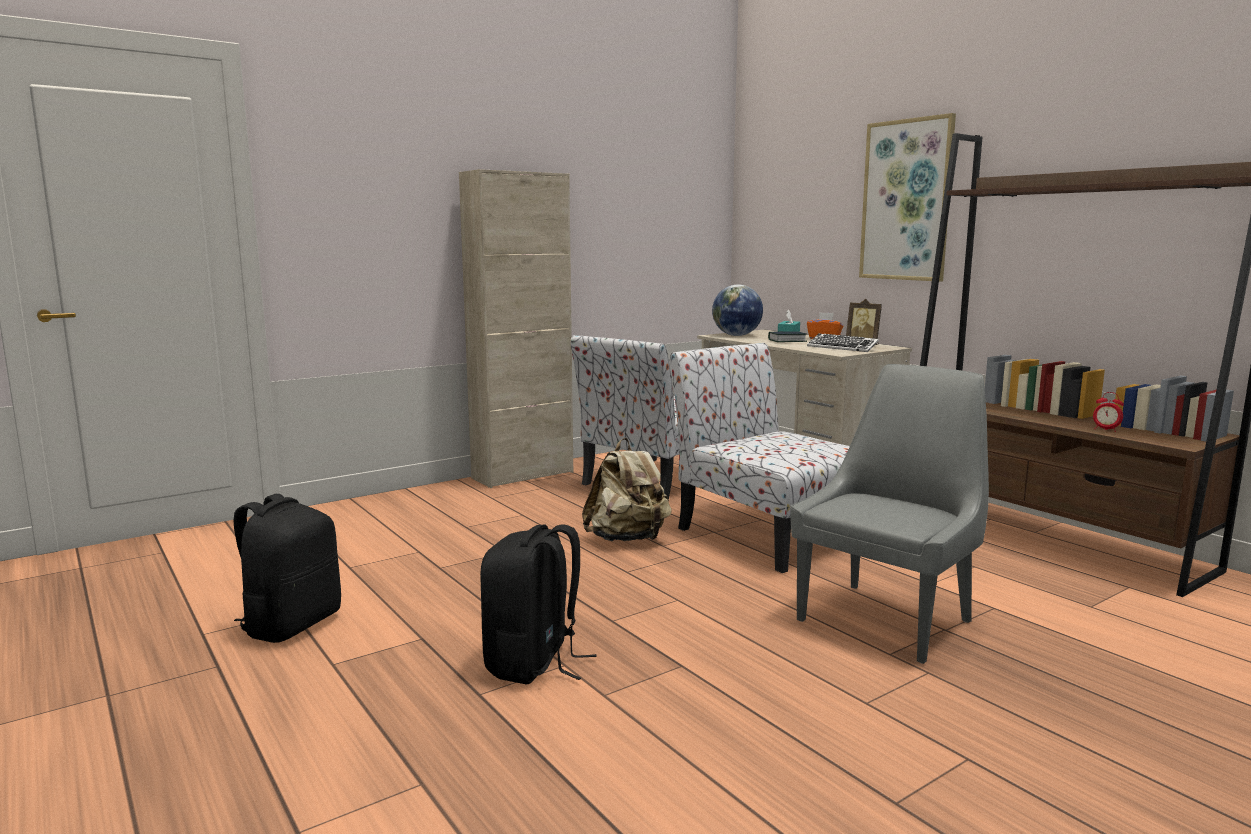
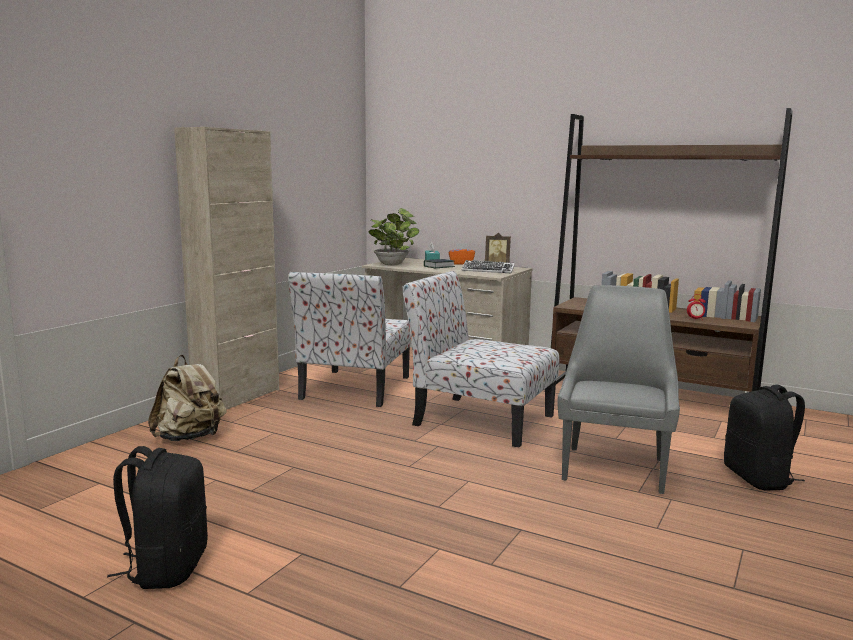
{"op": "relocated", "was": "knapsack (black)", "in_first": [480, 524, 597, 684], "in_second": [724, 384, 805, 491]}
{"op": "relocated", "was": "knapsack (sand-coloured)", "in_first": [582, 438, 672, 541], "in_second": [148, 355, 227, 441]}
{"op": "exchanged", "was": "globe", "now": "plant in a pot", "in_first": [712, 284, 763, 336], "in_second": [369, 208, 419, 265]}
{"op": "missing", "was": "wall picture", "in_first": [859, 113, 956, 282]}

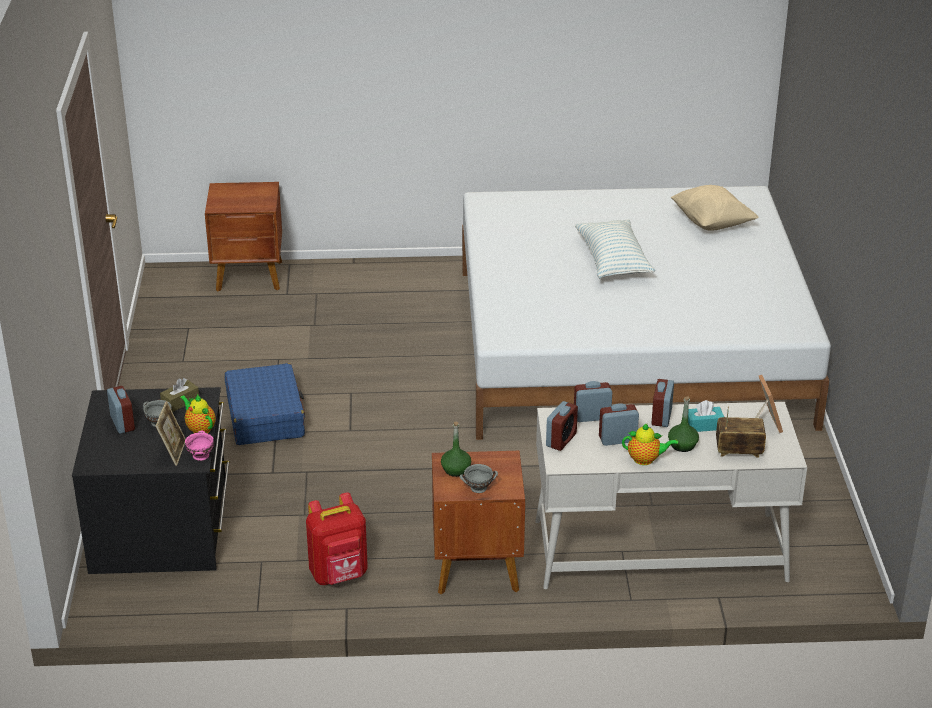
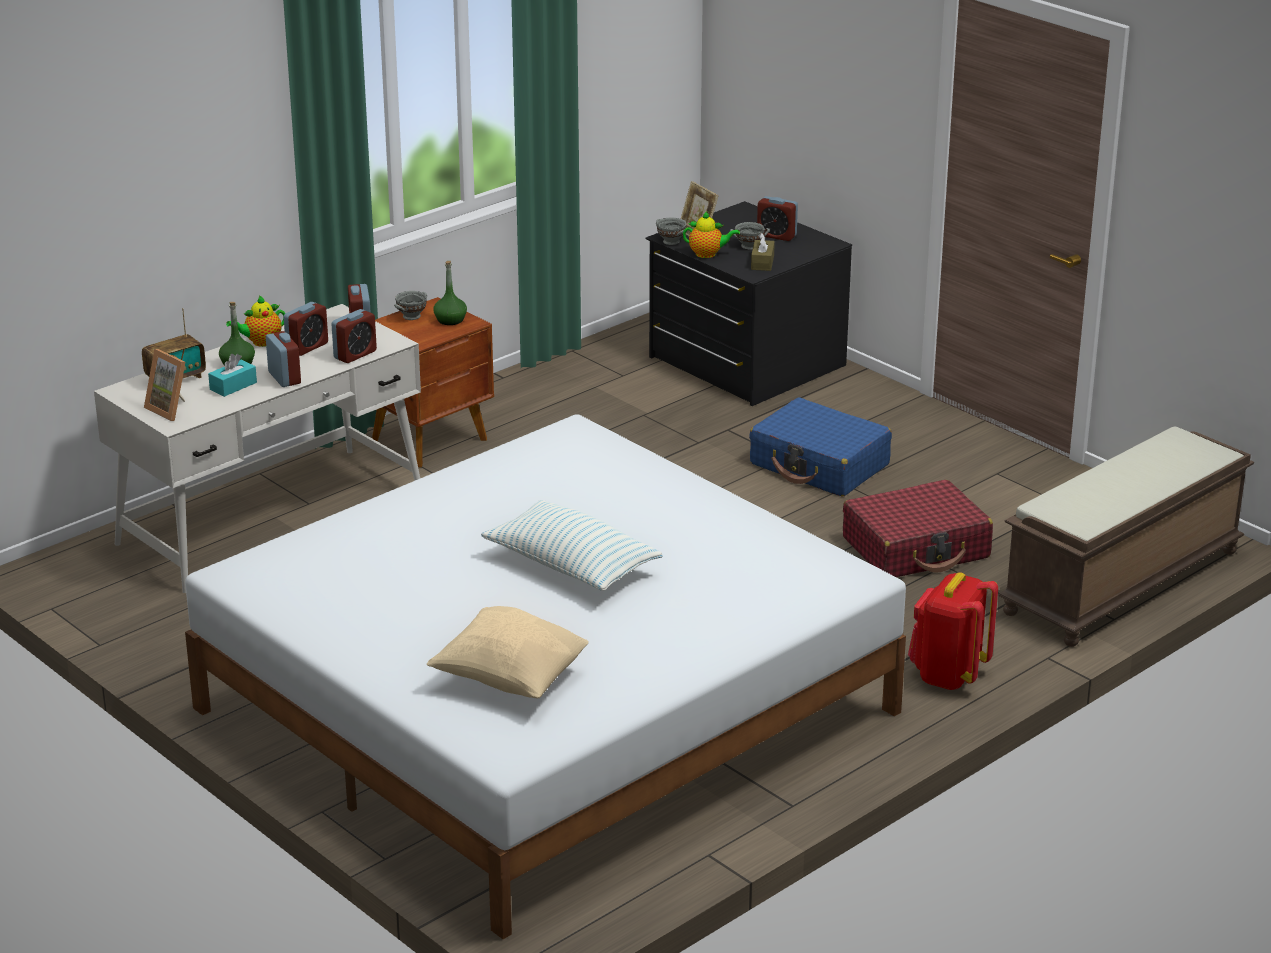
{"op": "colour", "was": "deep dish (pink)", "now": "deep dish (greyish)", "in_first": [185, 431, 214, 461], "in_second": [656, 218, 687, 245]}
{"op": "exchanged", "was": "night table (brown)", "now": "bench (brown)", "in_first": [205, 182, 282, 292], "in_second": [999, 426, 1254, 647]}
{"op": "relocated", "was": "knapsack (red-coloured)", "in_first": [306, 492, 368, 585], "in_second": [908, 572, 998, 690]}
{"op": "appeared", "now": "travel case (red-coloured)", "in_second": [843, 480, 993, 577]}

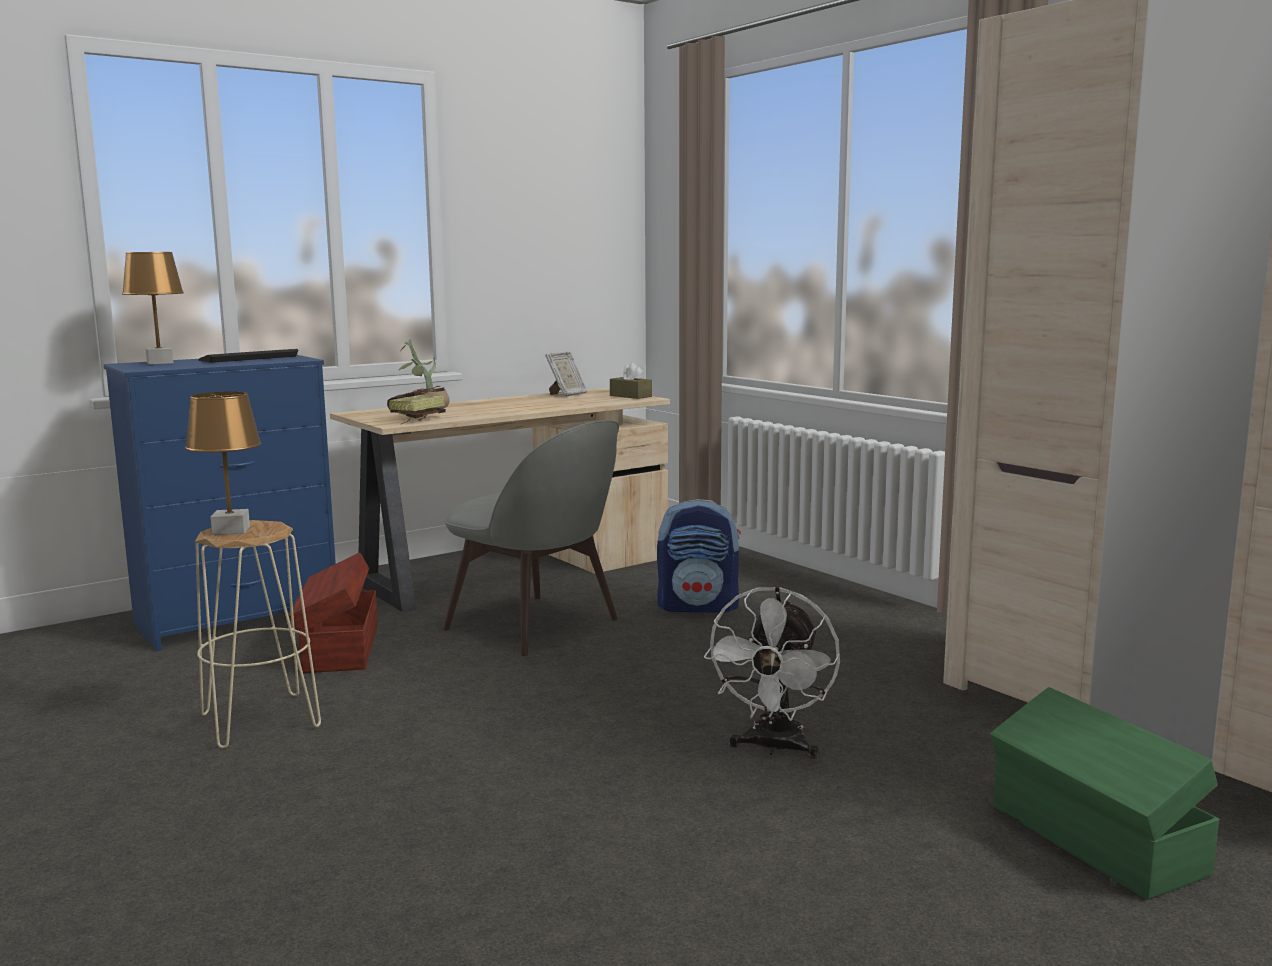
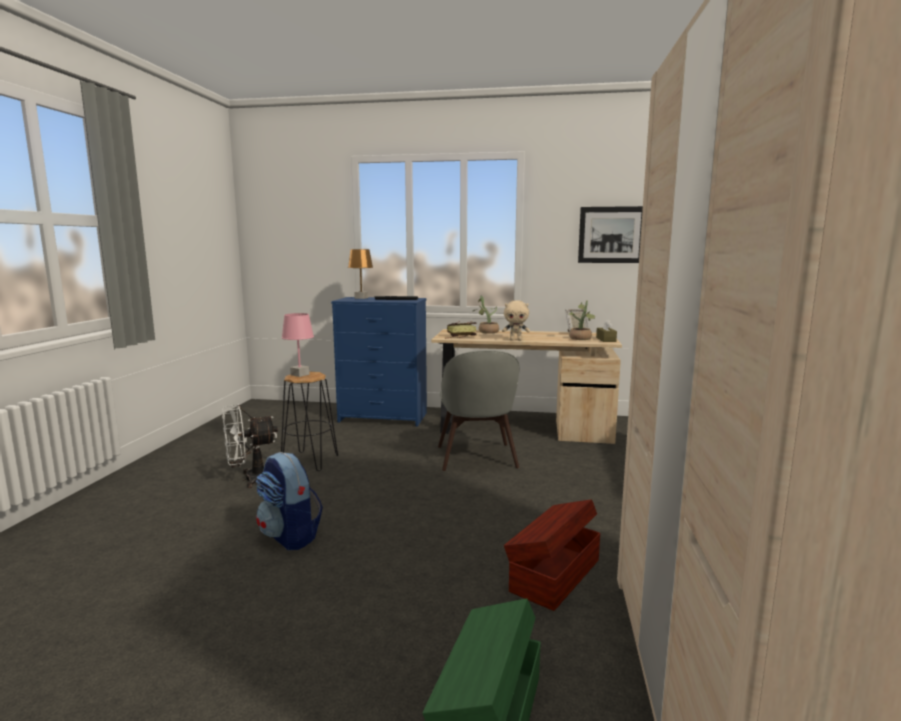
{"op": "colour", "was": "lamp for a table (brown)", "now": "lamp for a table (pink)", "in_first": [185, 391, 261, 535], "in_second": [281, 313, 314, 377]}
{"op": "colour", "was": "sitting stool (sand-coloured)", "now": "sitting stool (black)", "in_first": [195, 520, 321, 749], "in_second": [281, 372, 338, 471]}
{"op": "relocated", "was": "storage bin (brown)", "in_first": [288, 553, 378, 673], "in_second": [504, 499, 600, 611]}
{"op": "relocated", "was": "knapsack", "in_first": [657, 499, 741, 613], "in_second": [256, 452, 323, 550]}
{"op": "relocated", "was": "cooling fan (white)", "in_first": [704, 586, 840, 759], "in_second": [222, 404, 278, 488]}
{"op": "appeared", "now": "soft toy (sand-coloured)", "in_second": [502, 300, 530, 341]}
{"op": "appeared", "now": "plant in a pot", "in_second": [569, 300, 595, 340]}
{"op": "appeared", "now": "wall picture", "in_second": [578, 206, 643, 263]}

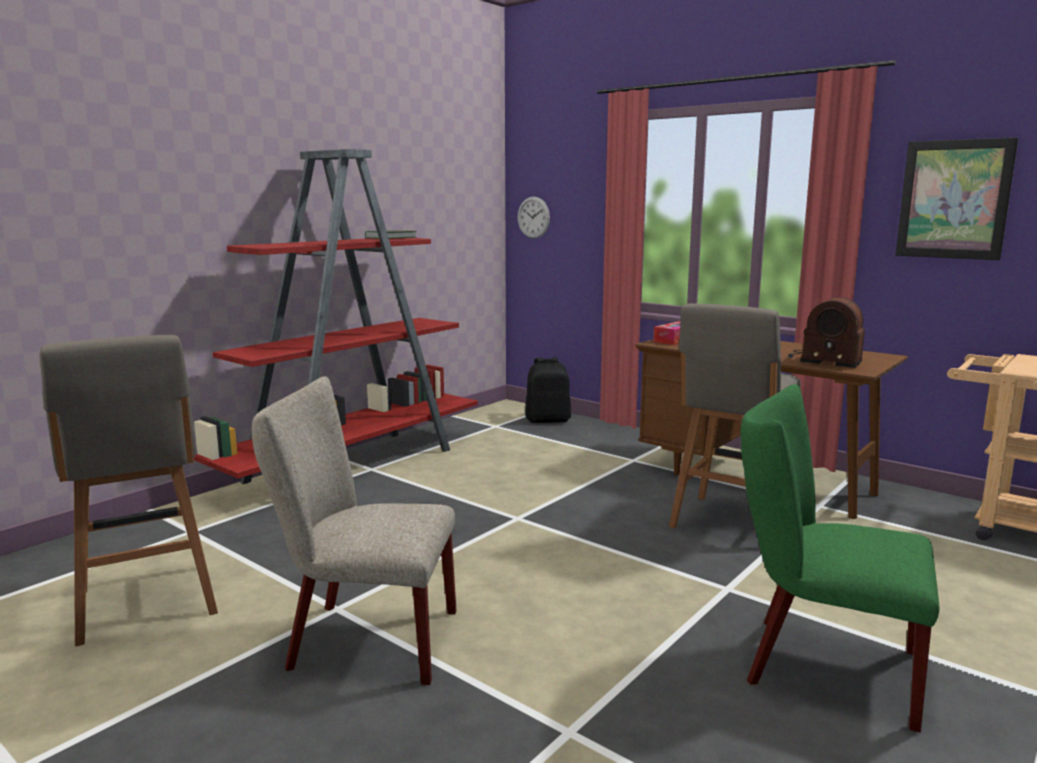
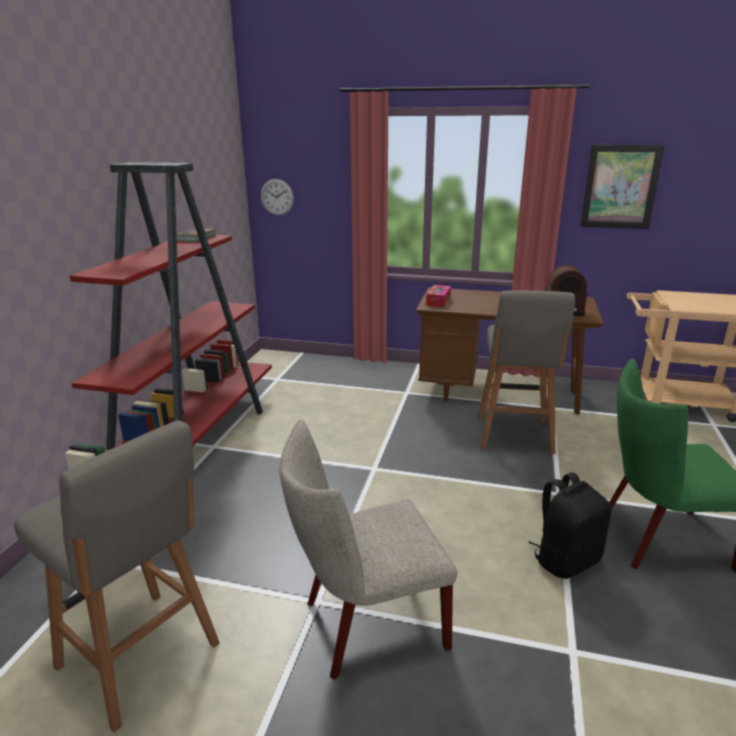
{"op": "relocated", "was": "knapsack (black)", "in_first": [525, 357, 571, 423], "in_second": [528, 472, 612, 579]}

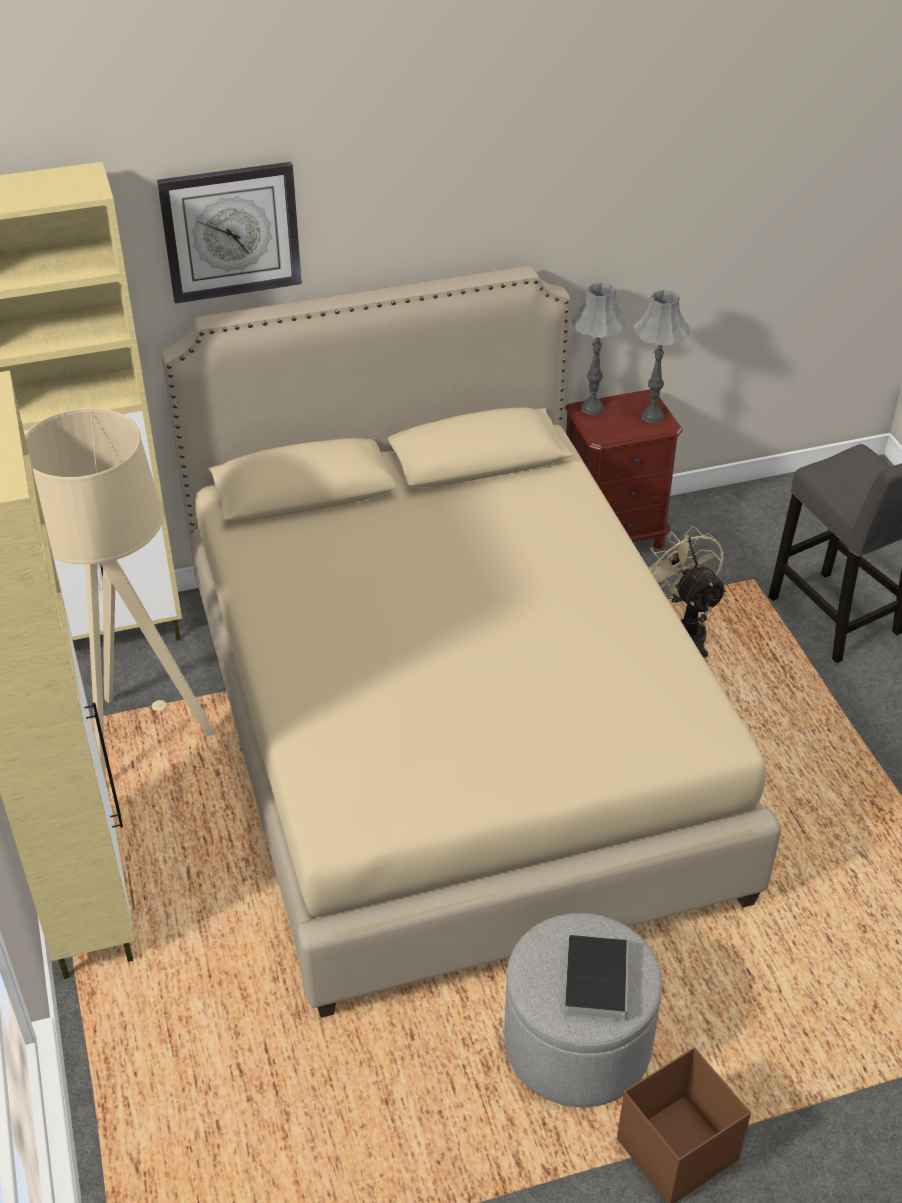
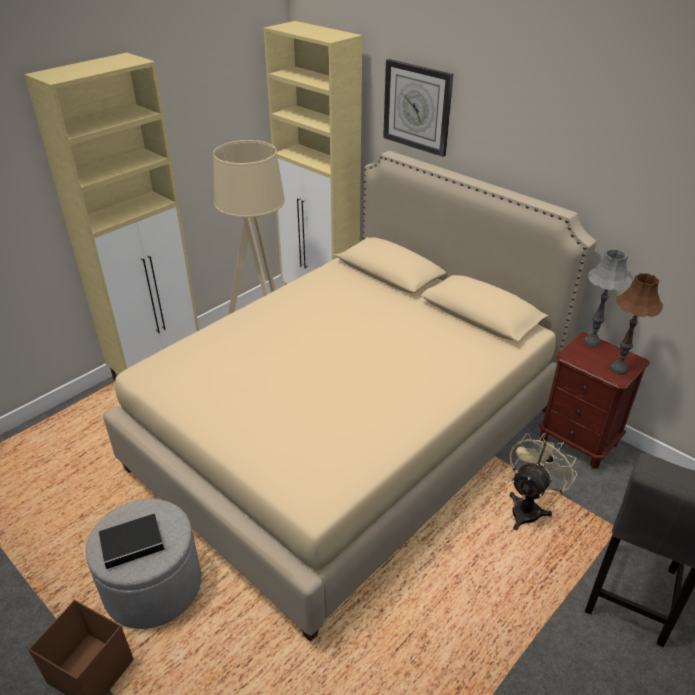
{"op": "colour", "was": "lamp for a table (greyish)", "now": "lamp for a table (brown)", "in_first": [634, 290, 689, 423], "in_second": [610, 273, 663, 375]}

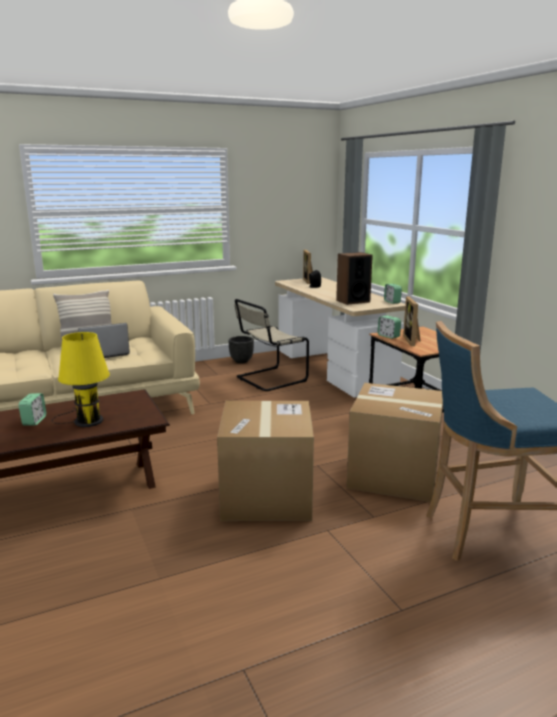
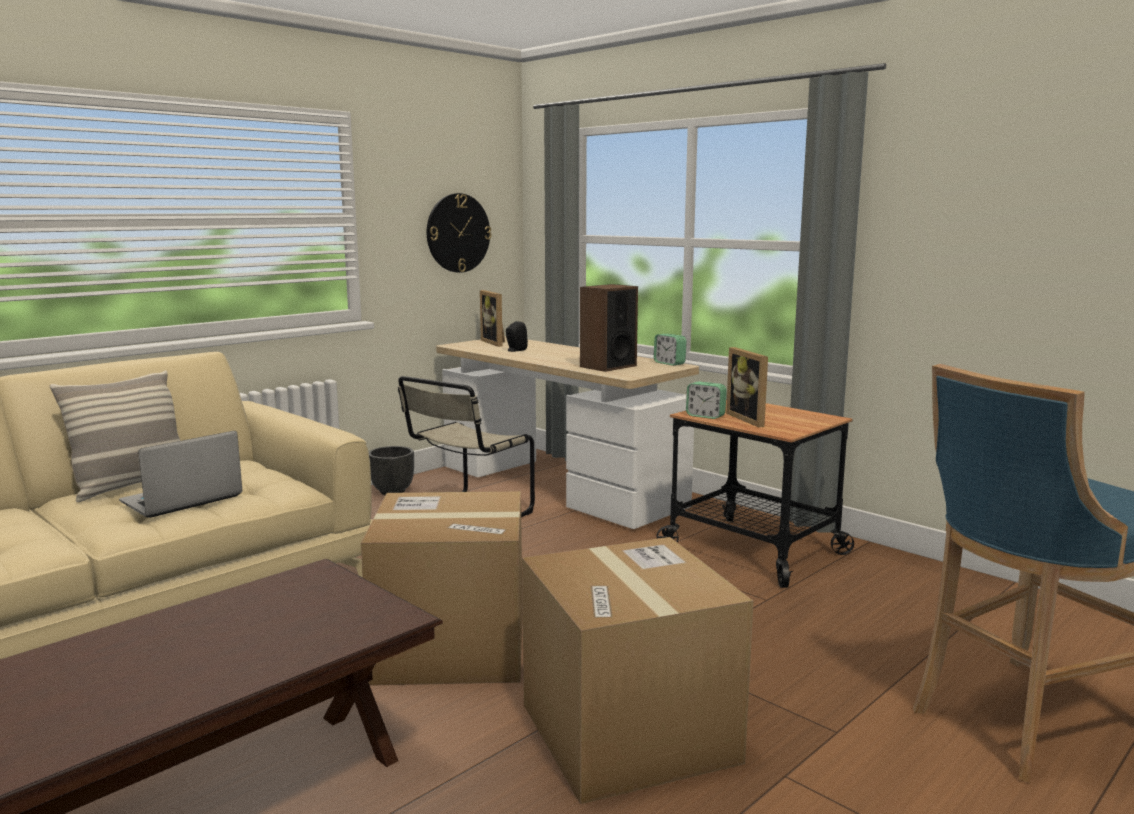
{"op": "missing", "was": "bedside clock", "in_first": [19, 393, 46, 426]}
{"op": "missing", "was": "lamp for a table (yellow-coloured)", "in_first": [52, 332, 110, 427]}
{"op": "relocated", "was": "packing box", "in_first": [346, 383, 443, 502], "in_second": [361, 491, 522, 686]}
{"op": "appeared", "now": "clock on the wall", "in_second": [427, 193, 491, 273]}

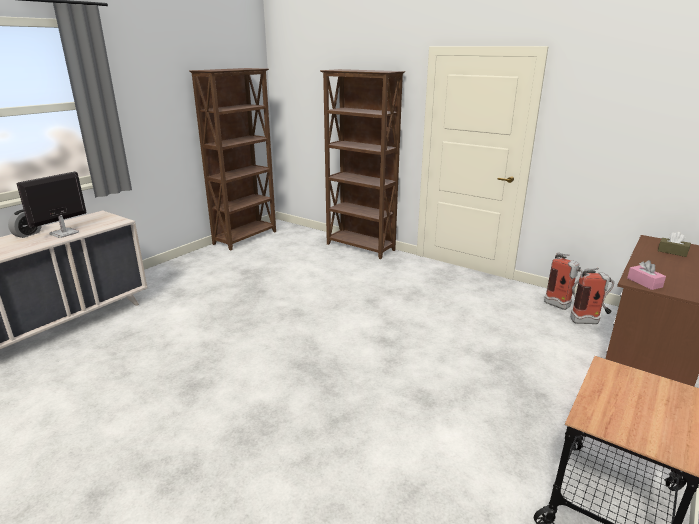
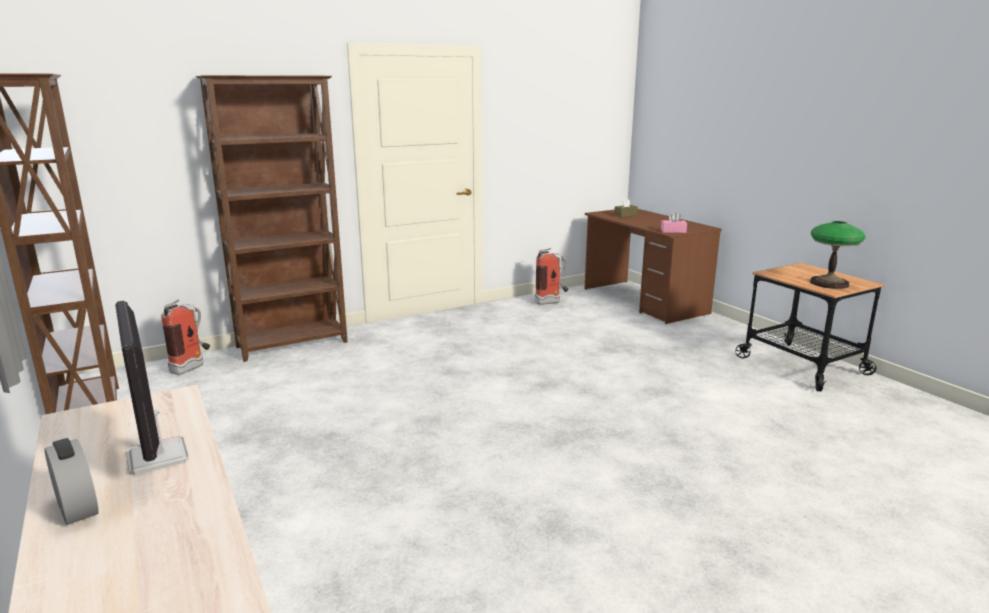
{"op": "relocated", "was": "fire extinguisher", "in_first": [570, 268, 614, 324], "in_second": [161, 300, 210, 375]}
{"op": "appeared", "now": "lamp for a table", "in_second": [810, 221, 865, 289]}

